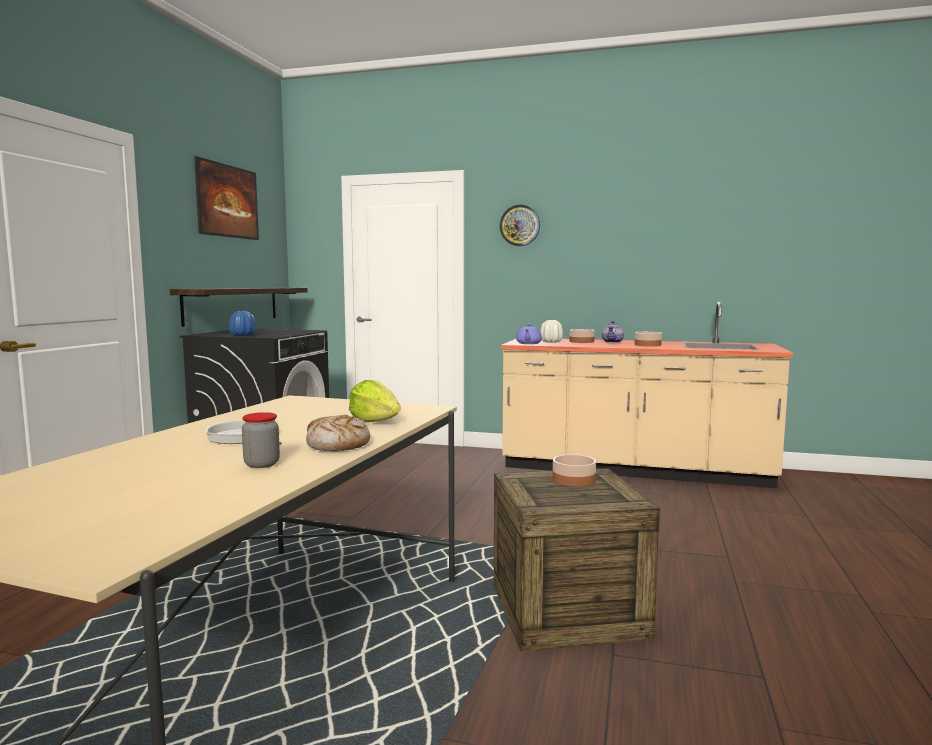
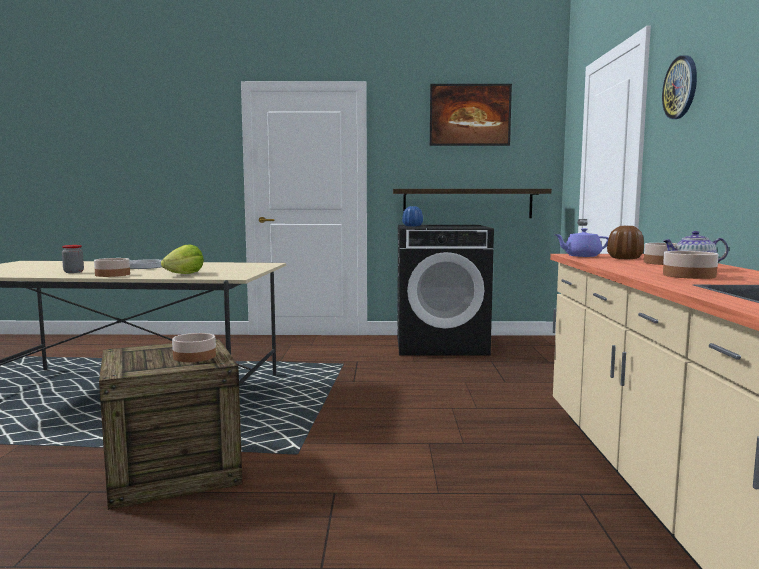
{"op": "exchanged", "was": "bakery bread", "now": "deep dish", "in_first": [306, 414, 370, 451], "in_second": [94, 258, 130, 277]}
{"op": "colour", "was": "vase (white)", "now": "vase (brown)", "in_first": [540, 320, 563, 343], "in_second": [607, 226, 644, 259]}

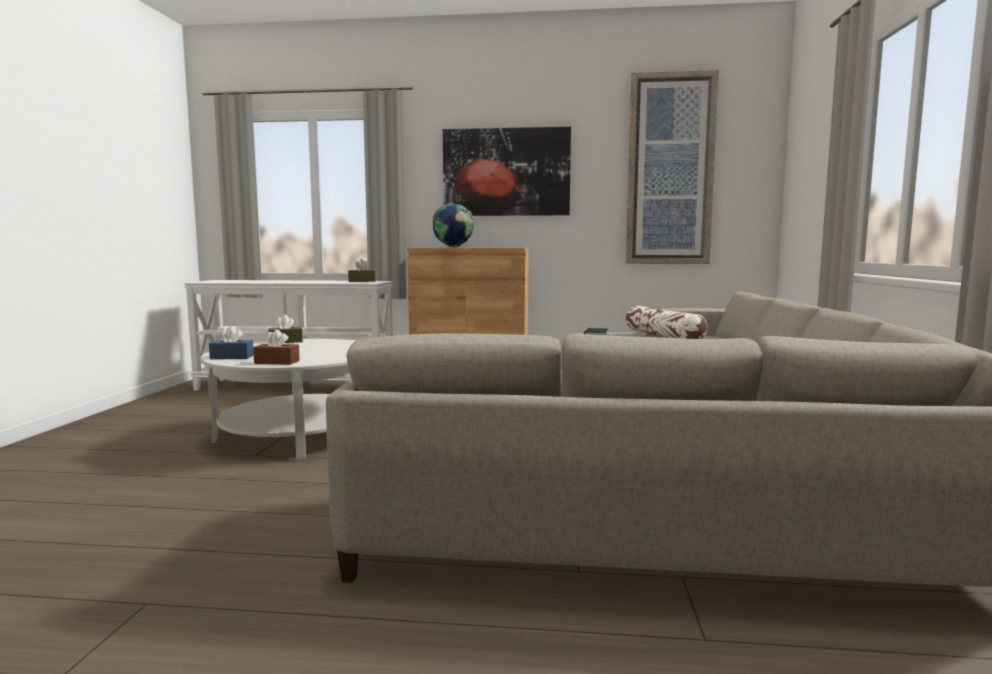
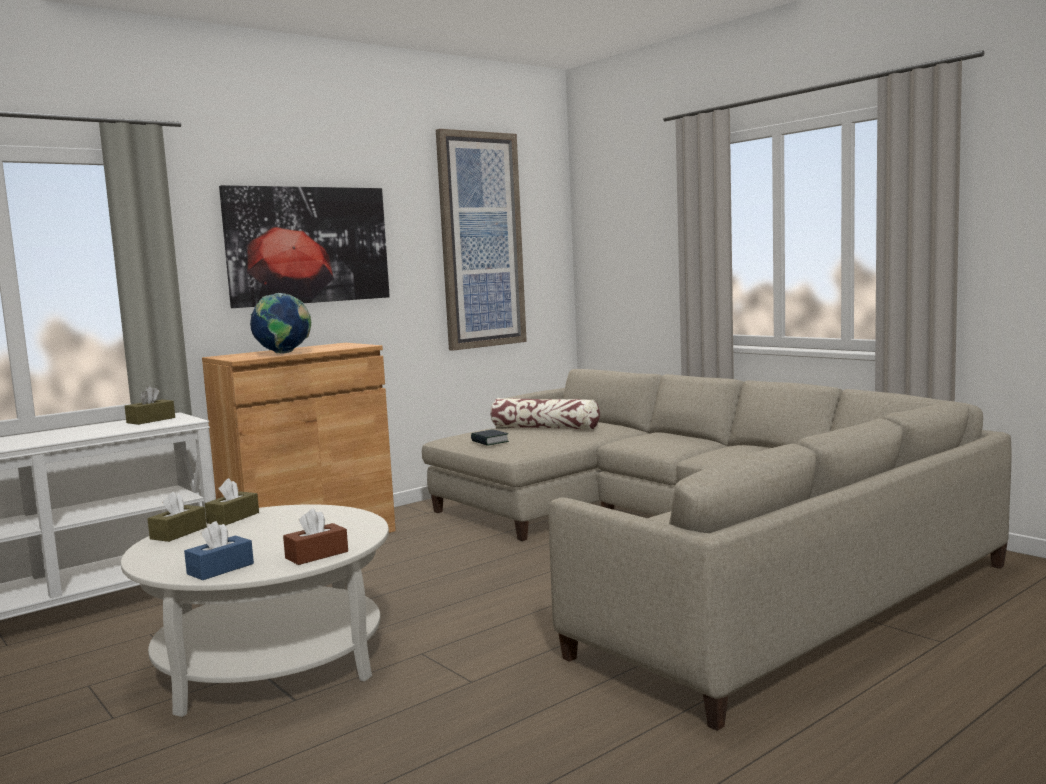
{"op": "appeared", "now": "tissue holder (brown)", "in_second": [205, 478, 259, 526]}

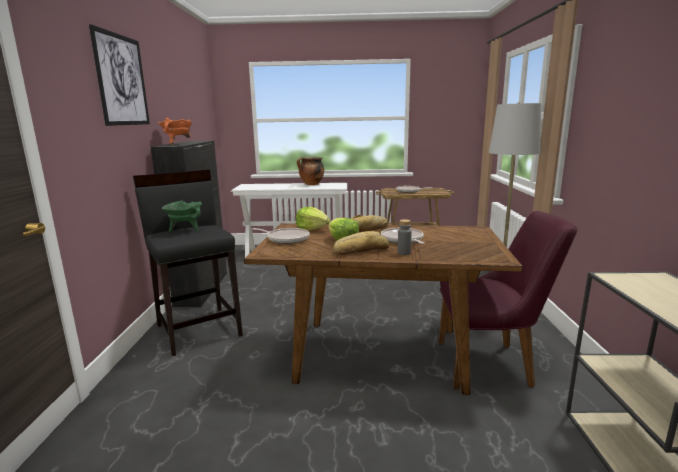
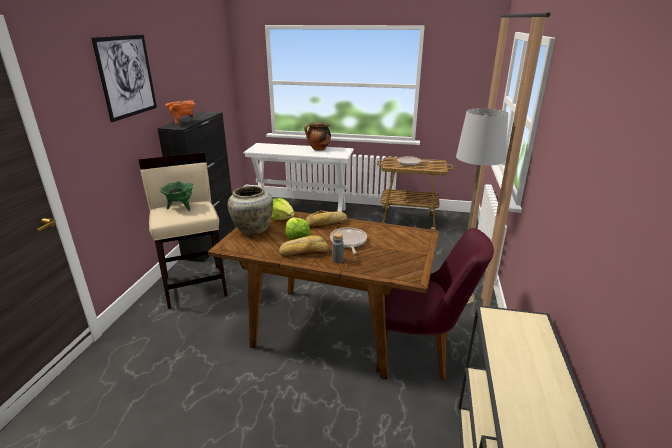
{"op": "colour", "was": "sitting stool (black)", "now": "sitting stool (sand-coloured)", "in_first": [133, 170, 243, 356], "in_second": [139, 152, 227, 309]}
{"op": "exchanged", "was": "frying pan", "now": "vase (sand-coloured)", "in_first": [252, 228, 310, 244], "in_second": [228, 186, 273, 236]}

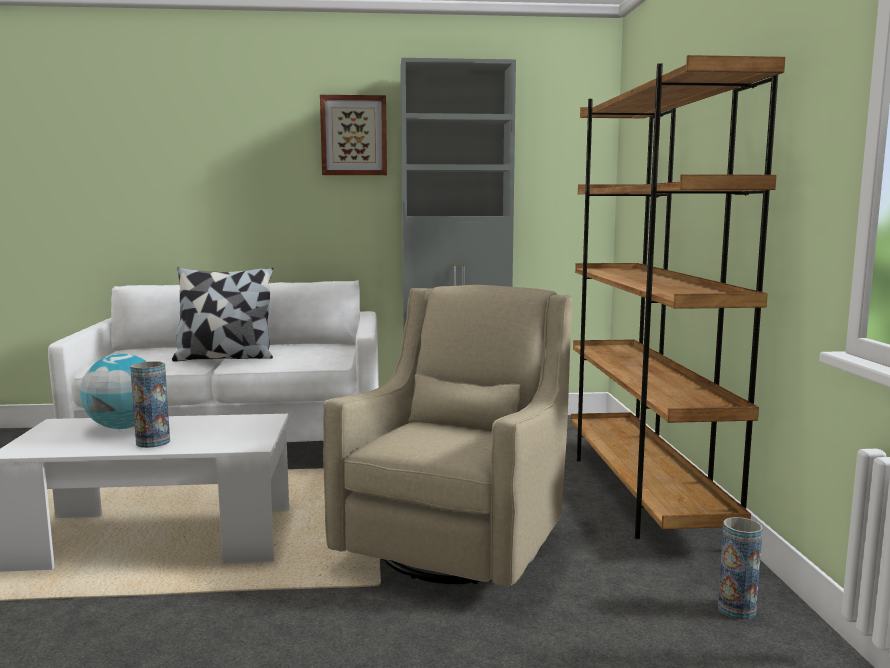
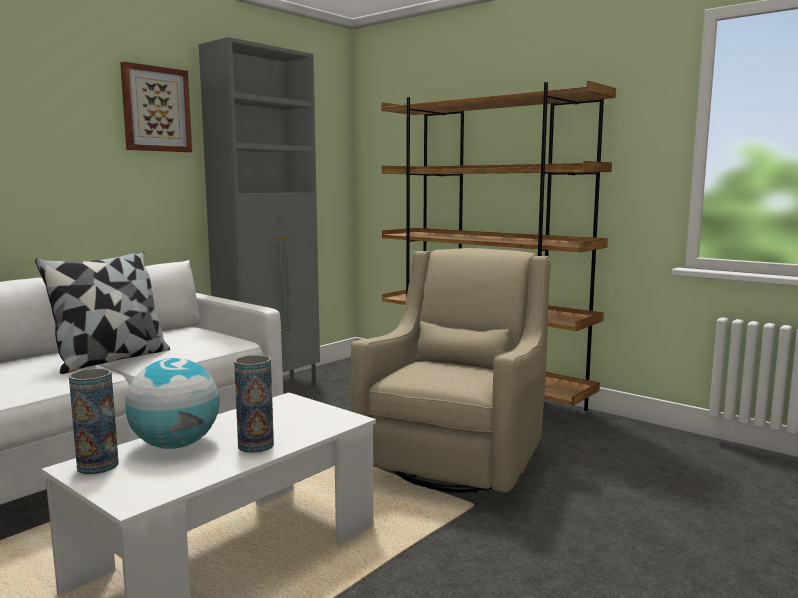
{"op": "spun", "was": "easy chair (sand-coloured)", "in_first": [323, 285, 573, 587], "in_second": [350, 248, 551, 493], "clockwise": 45}
{"op": "relocated", "was": "vase", "in_first": [718, 517, 763, 620], "in_second": [69, 368, 119, 474]}

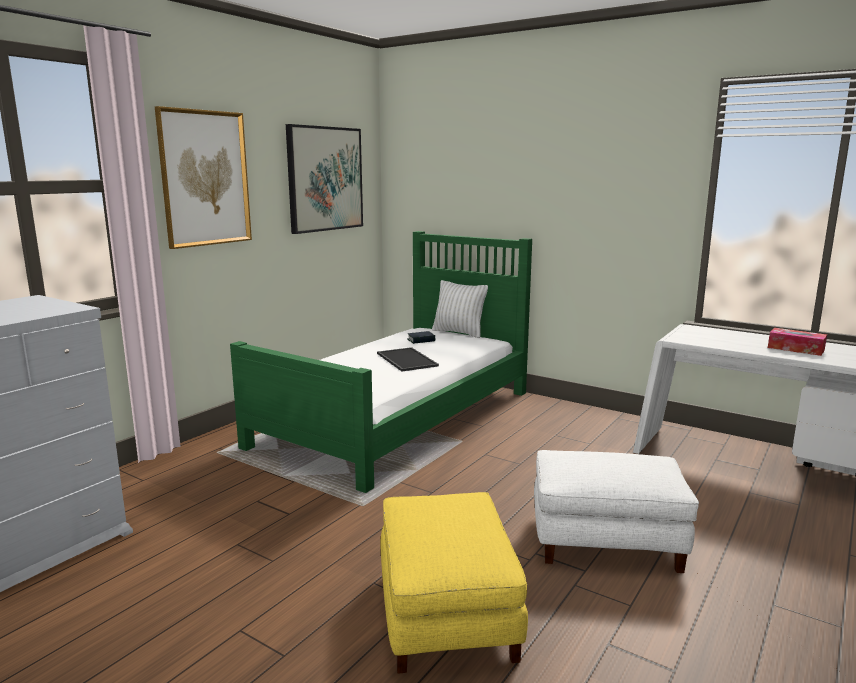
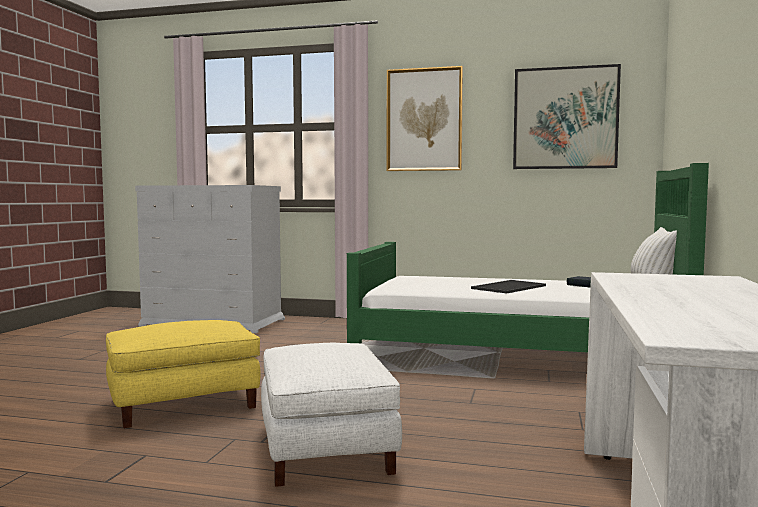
{"op": "missing", "was": "tissue holder", "in_first": [768, 328, 827, 356]}

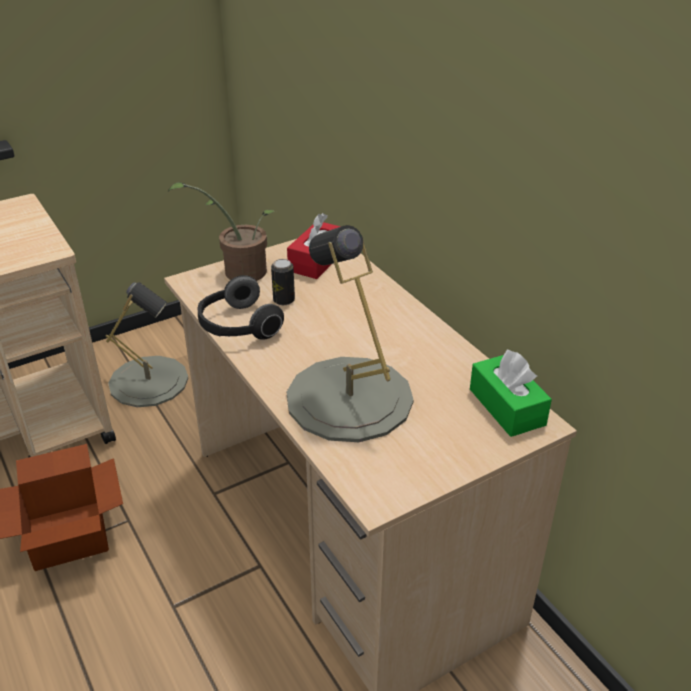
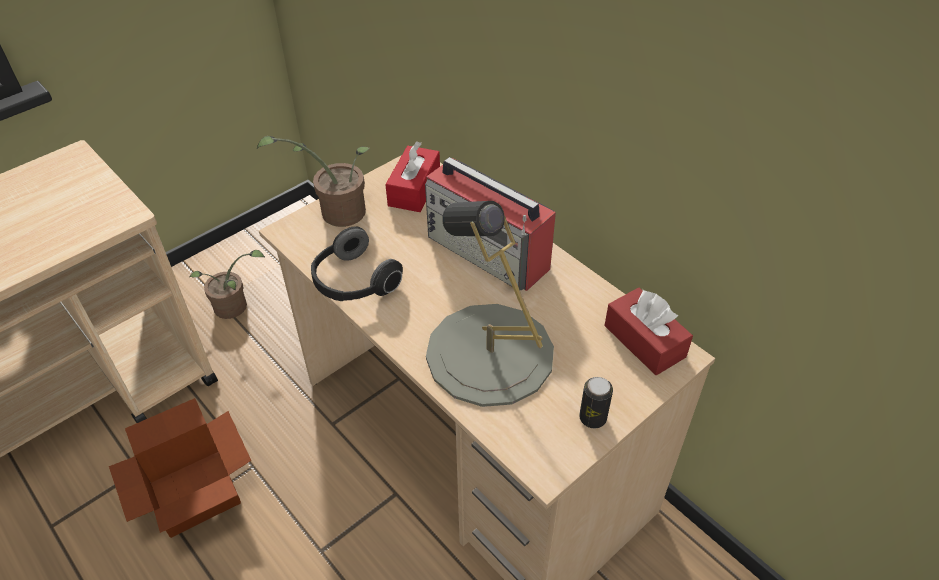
{"op": "exchanged", "was": "lamp for a table (greyish)", "now": "plant in a pot", "in_first": [106, 282, 188, 407], "in_second": [190, 250, 265, 319]}
{"op": "relocated", "was": "metal can", "in_first": [271, 259, 295, 305], "in_second": [579, 377, 613, 428]}
{"op": "colour", "was": "tissue holder (greenish)", "now": "tissue holder (red-coloured)", "in_first": [470, 350, 552, 437], "in_second": [605, 288, 693, 375]}
{"op": "appeared", "now": "radio set", "in_second": [425, 157, 556, 291]}

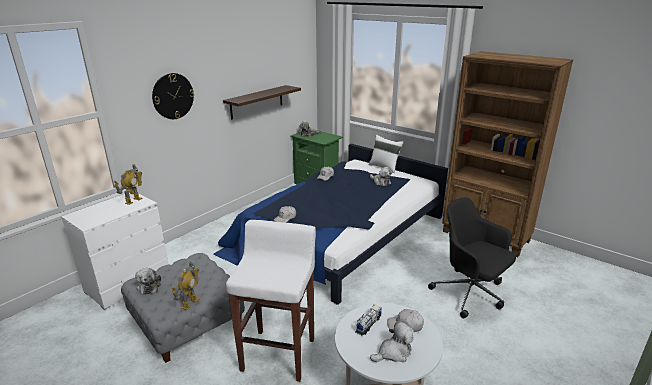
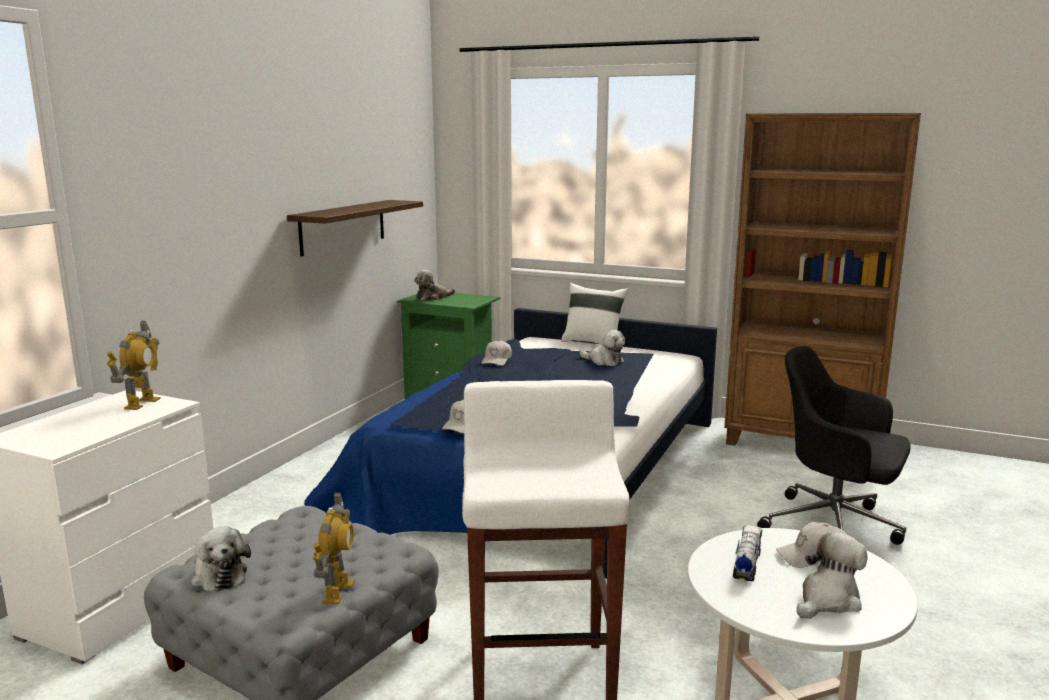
{"op": "missing", "was": "clock on the wall", "in_first": [152, 73, 194, 119]}

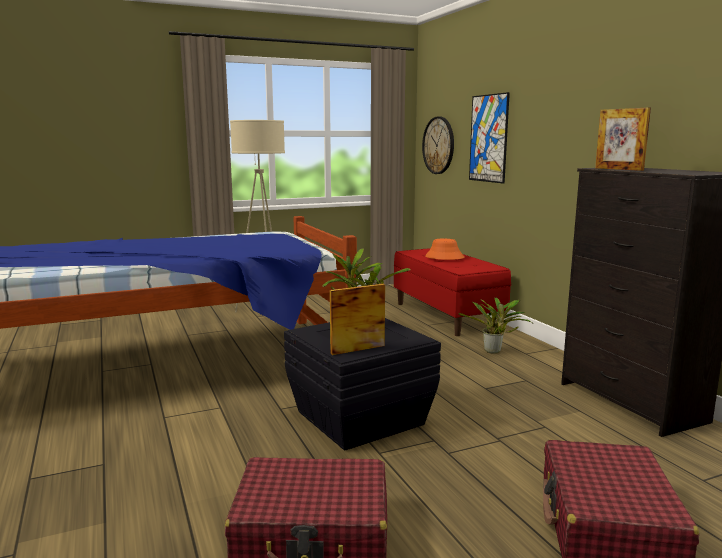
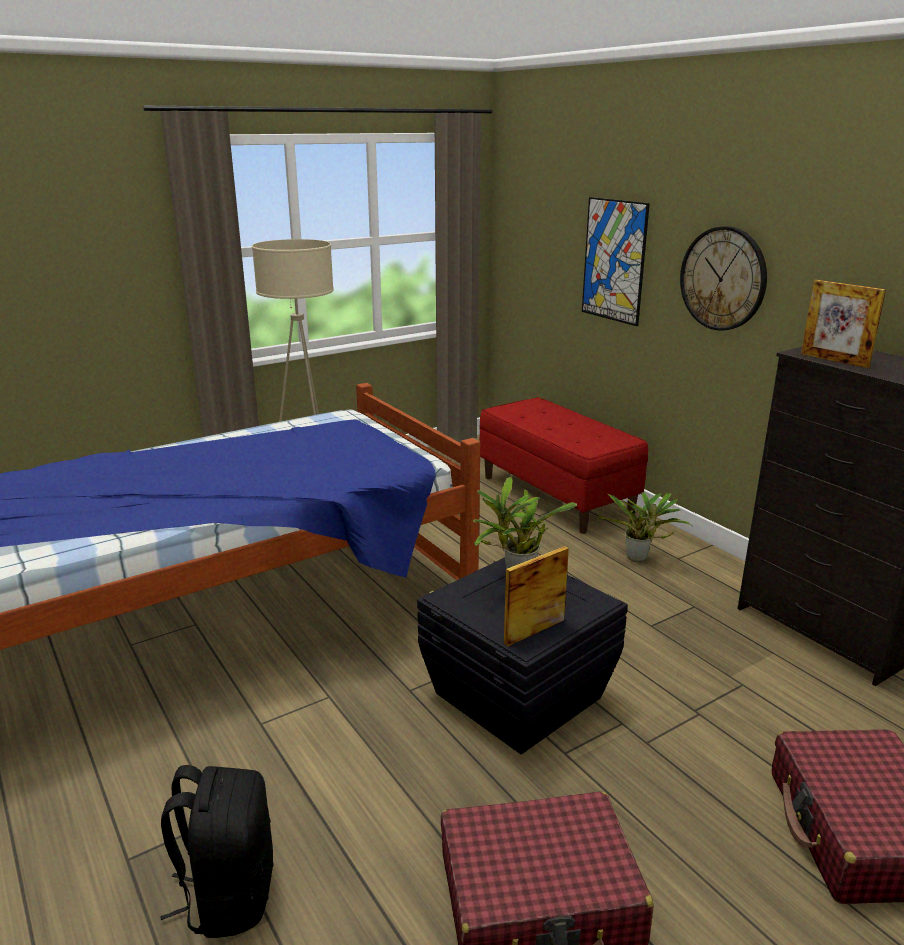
{"op": "relocated", "was": "clock on the wall", "in_first": [422, 116, 454, 174], "in_second": [680, 226, 767, 331]}
{"op": "missing", "was": "wearable hat (orange)", "in_first": [425, 239, 464, 260]}
{"op": "appeared", "now": "knapsack (black)", "in_second": [161, 765, 274, 938]}

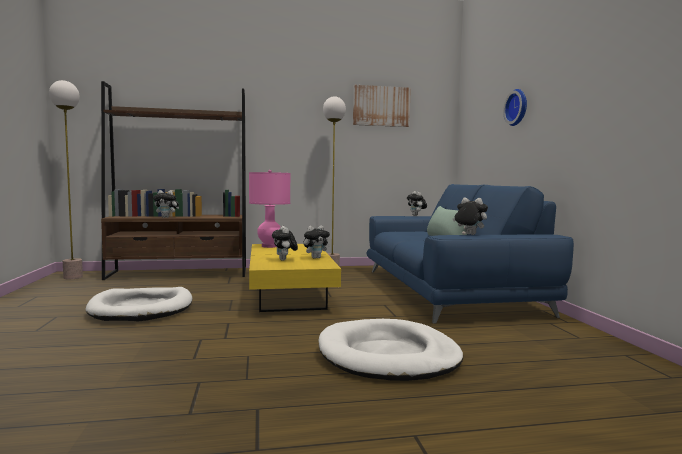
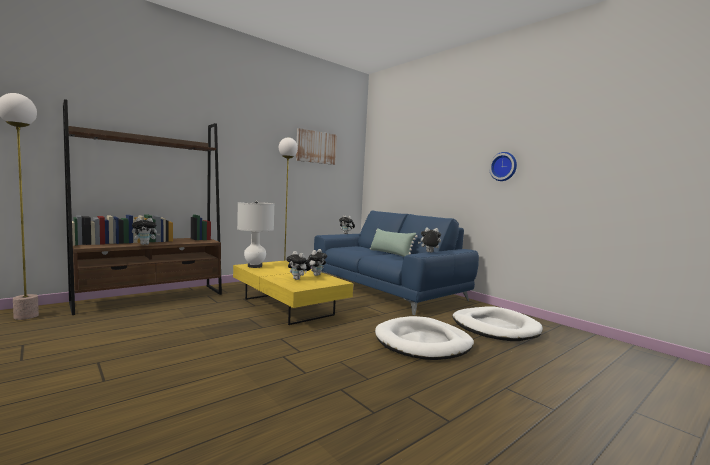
{"op": "relocated", "was": "pet bed (white)", "in_first": [85, 287, 192, 321], "in_second": [453, 306, 543, 341]}
{"op": "colour", "was": "lamp for a table (pink)", "now": "lamp for a table (white)", "in_first": [249, 170, 290, 248], "in_second": [237, 200, 274, 268]}
{"op": "relocated", "was": "clock on the wall", "in_first": [503, 89, 527, 126], "in_second": [489, 152, 517, 181]}

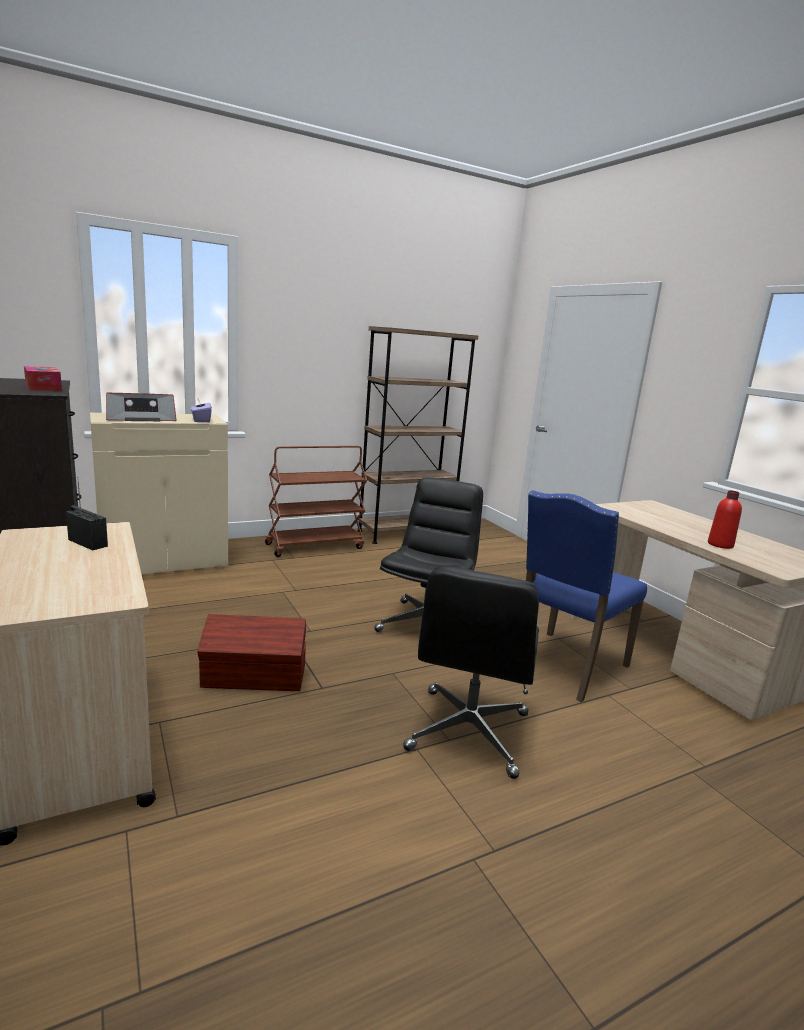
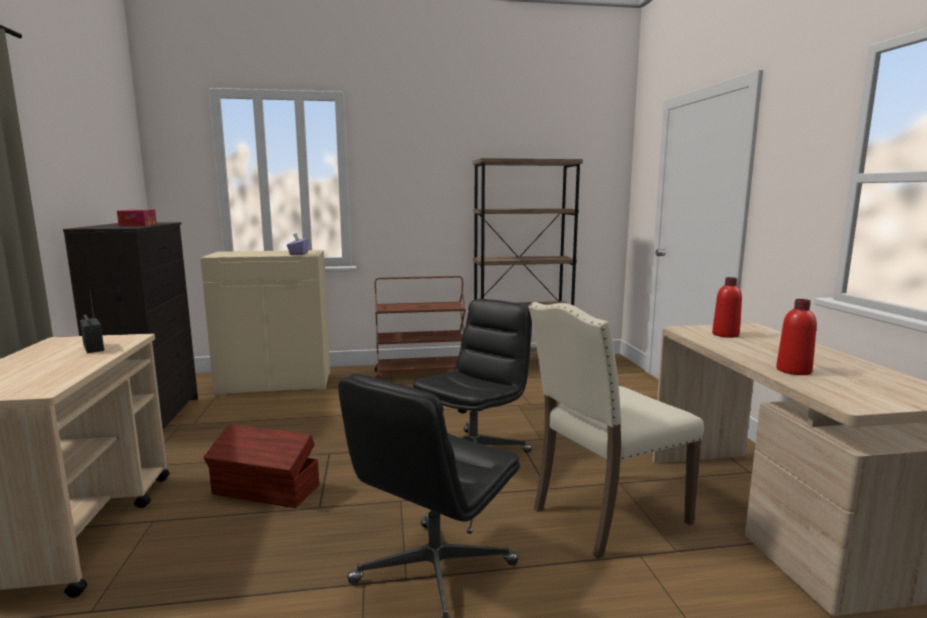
{"op": "missing", "was": "radio set", "in_first": [106, 393, 177, 421]}
{"op": "colour", "was": "upright chair (blue)", "now": "upright chair (sand-coloured)", "in_first": [526, 490, 647, 702], "in_second": [528, 302, 704, 559]}
{"op": "appeared", "now": "bottle (red-coloured)", "in_second": [712, 277, 742, 338]}

